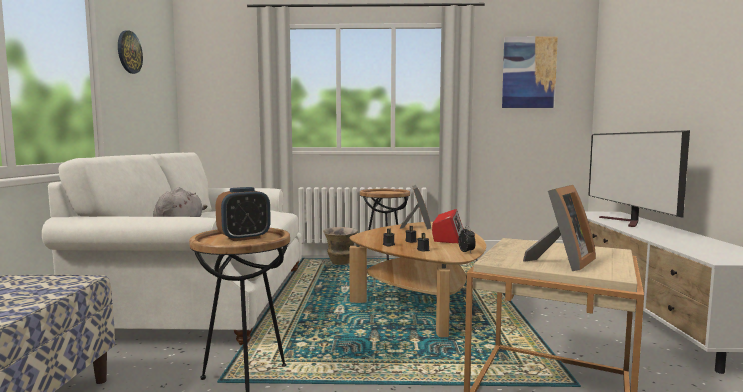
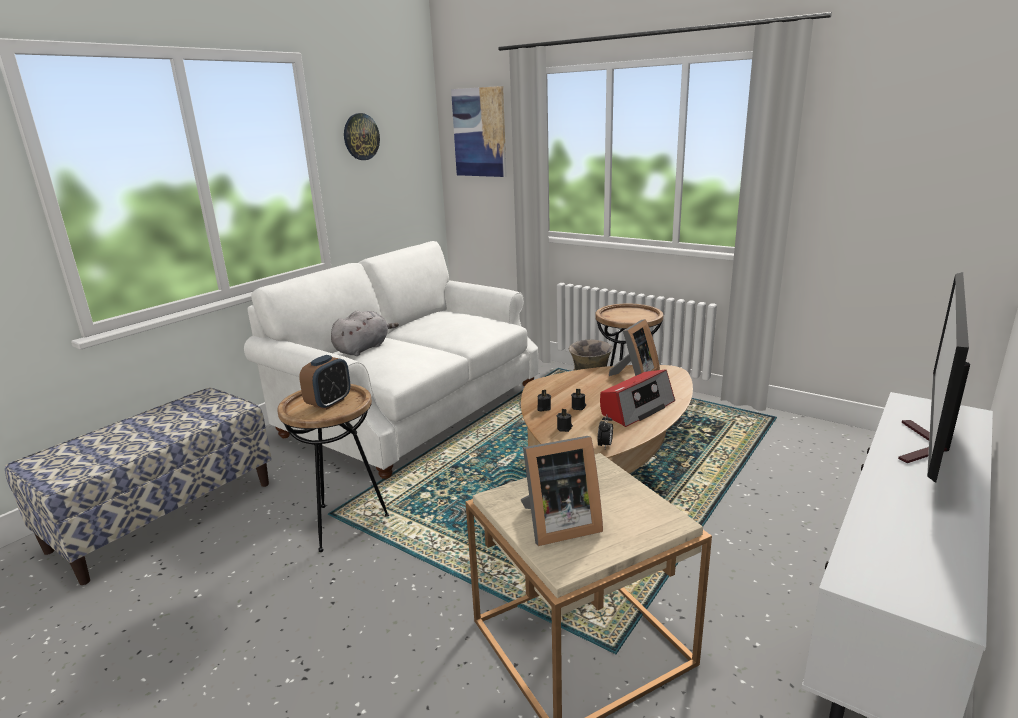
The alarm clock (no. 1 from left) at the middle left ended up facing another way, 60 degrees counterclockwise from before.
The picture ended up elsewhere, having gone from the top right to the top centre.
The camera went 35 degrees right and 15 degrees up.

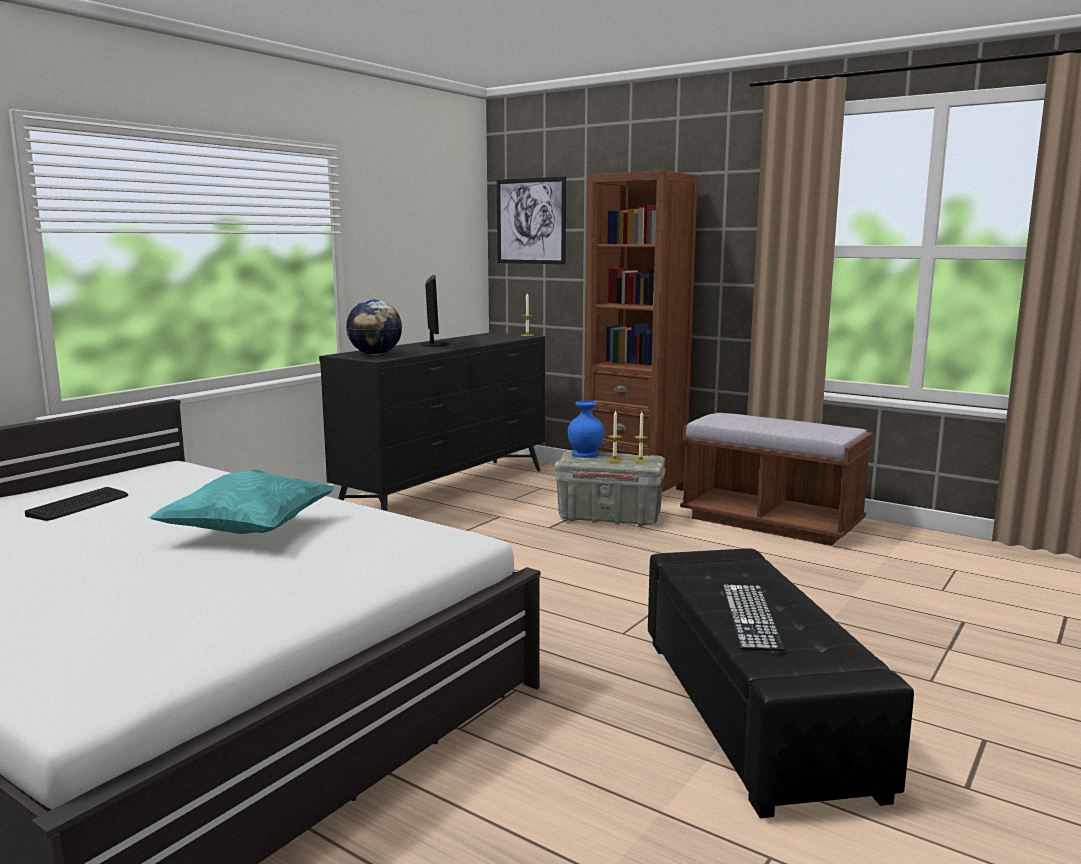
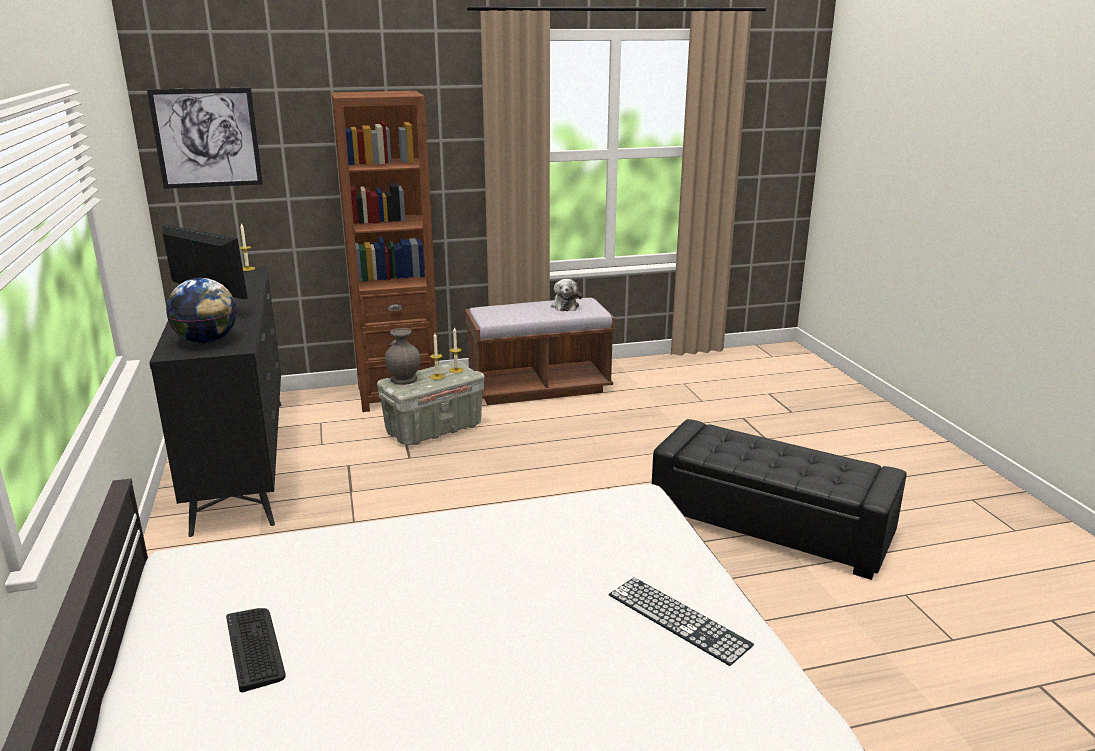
The second view lost the pillow (turquoise) at the middle left.
What was the vase (blue) at the centre turned into the vase (grey) at the centre.
The keyboard (no. 2 from left) ended up elsewhere, having gone from the bottom right to the bottom centre.
The second view gained the plush toy at the centre.
The camera went 50 degrees left and 10 degrees up.

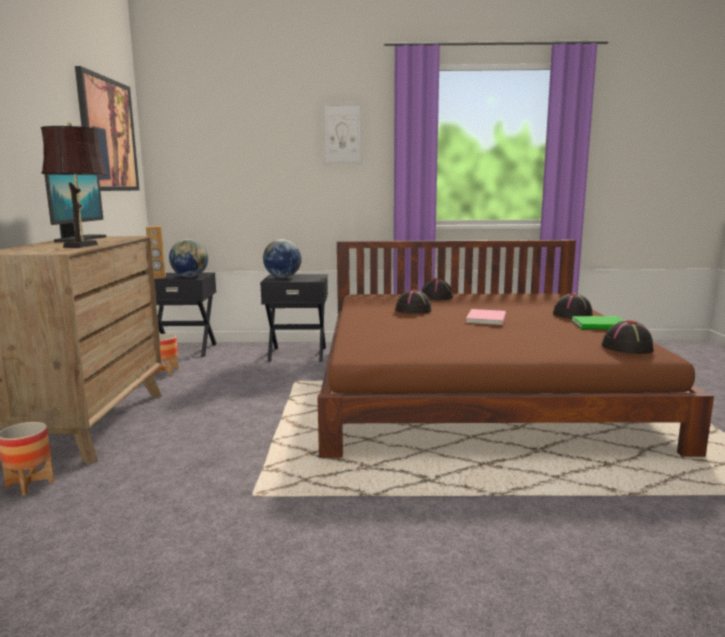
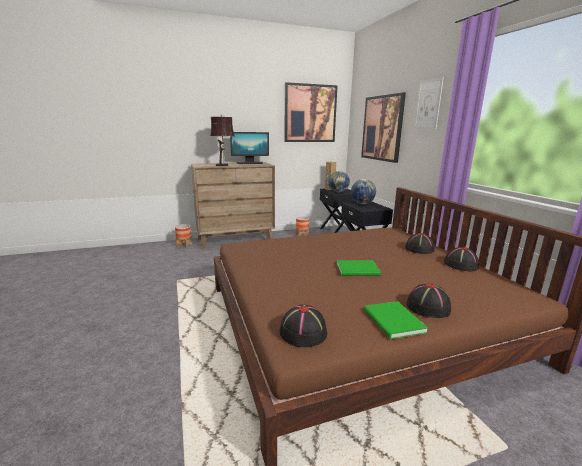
The hat (black) (no. 1 from left in the first image) ended up elsewhere, having gone from the centre to the middle right.
What was the book (pink) at the middle right turned into the book (green) (no. 1 from left) at the centre.
The second view gained the picture (no. 2 from left) at the top centre.
The camera went 70 degrees right and 5 degrees up.

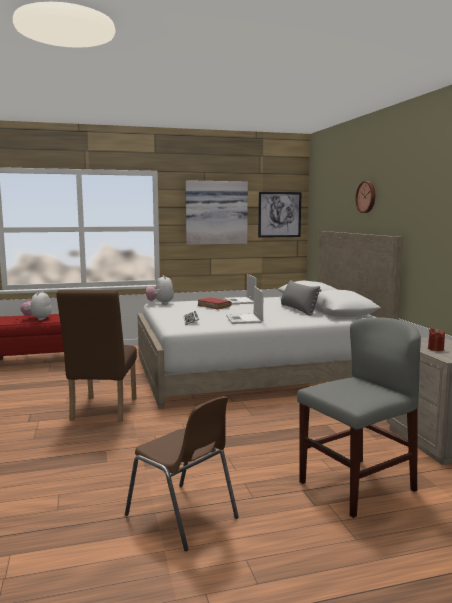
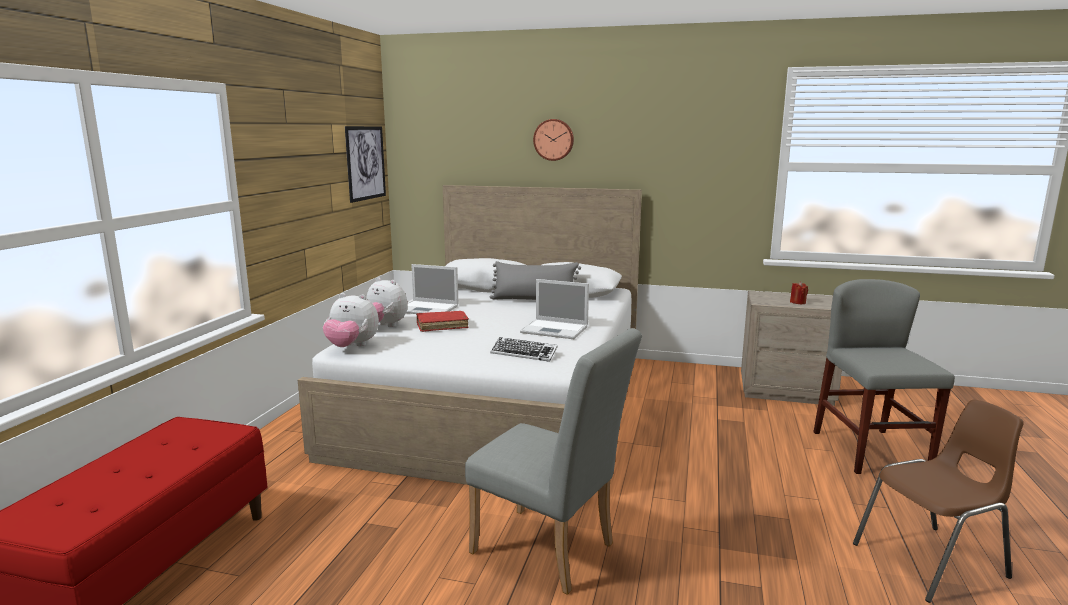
The plush toy (no. 1 from left in the first image) ended up elsewhere, having gone from the middle left to the centre.
What was the chair (brown) (no. 1 from left) at the middle left turned into the chair (grey) (no. 1 from left) at the bottom centre.
The second view lost the picture (no. 1 from left) at the centre.
The camera went 60 degrees left and 5 degrees up.

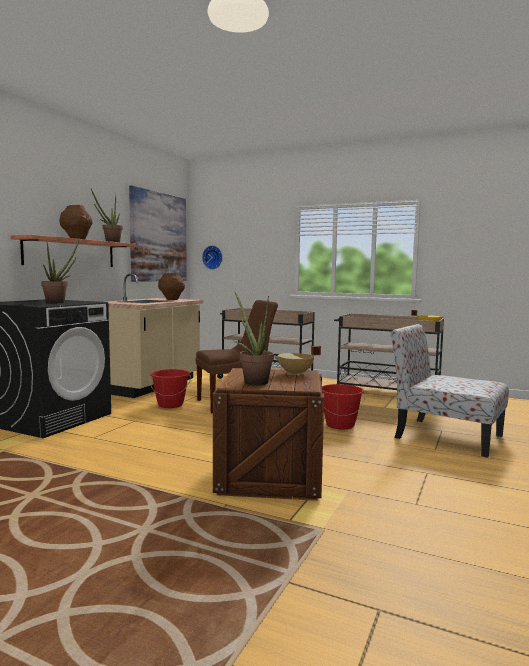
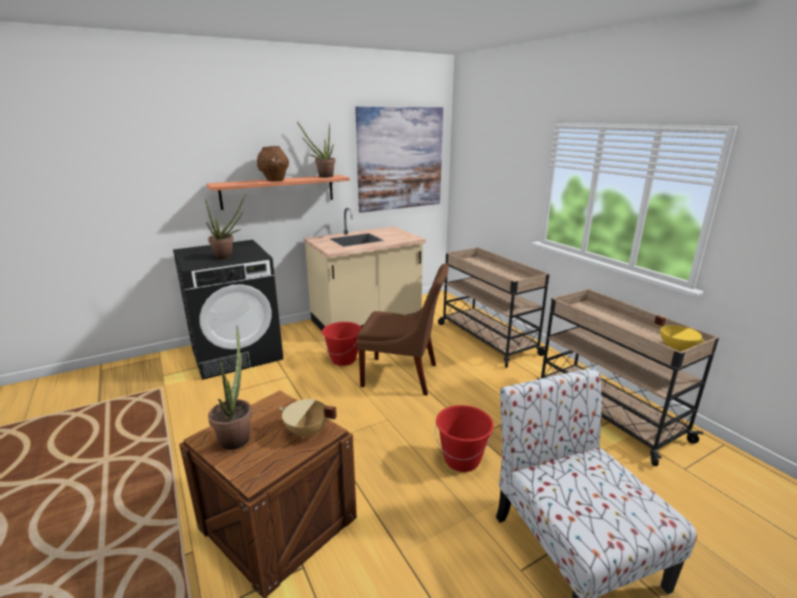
The second view lost the vase (brown) (no. 2 from left) at the middle left.
The second view lost the wall clock at the centre.
The camera went 35 degrees right and 15 degrees up.

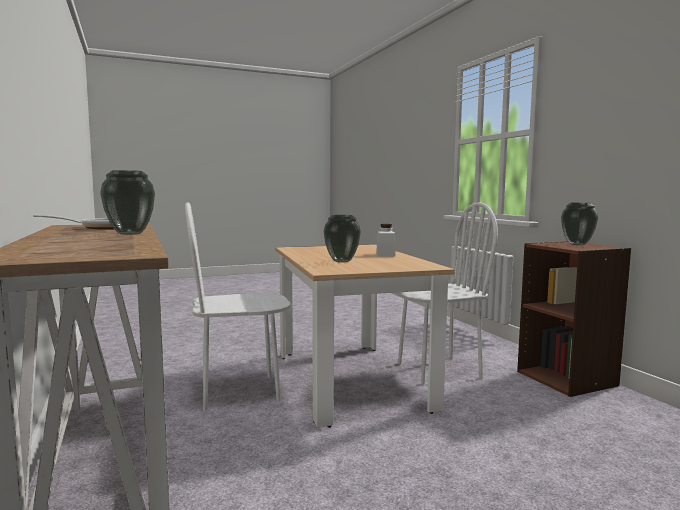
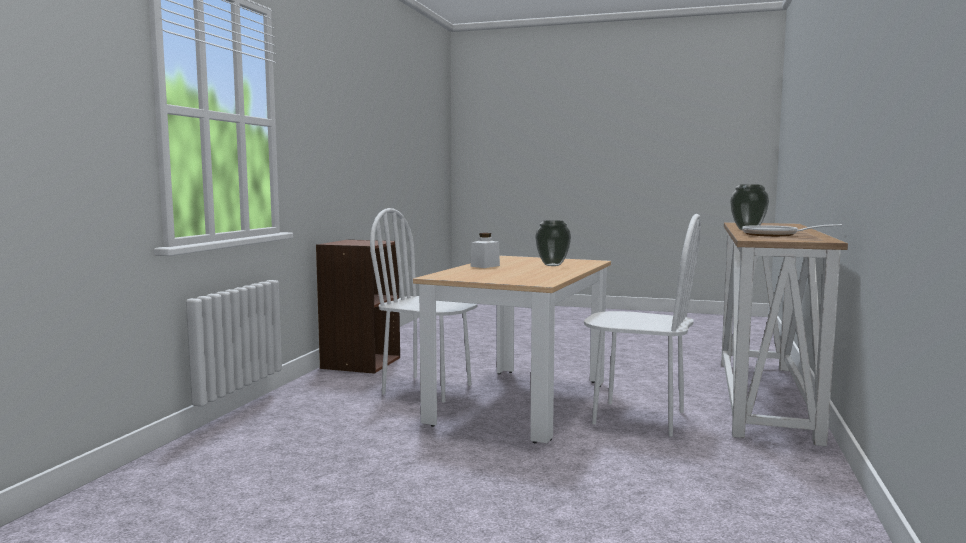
The second view lost the vase (no. 3 from left) at the middle right.
The camera went 140 degrees left and 0 degrees up.

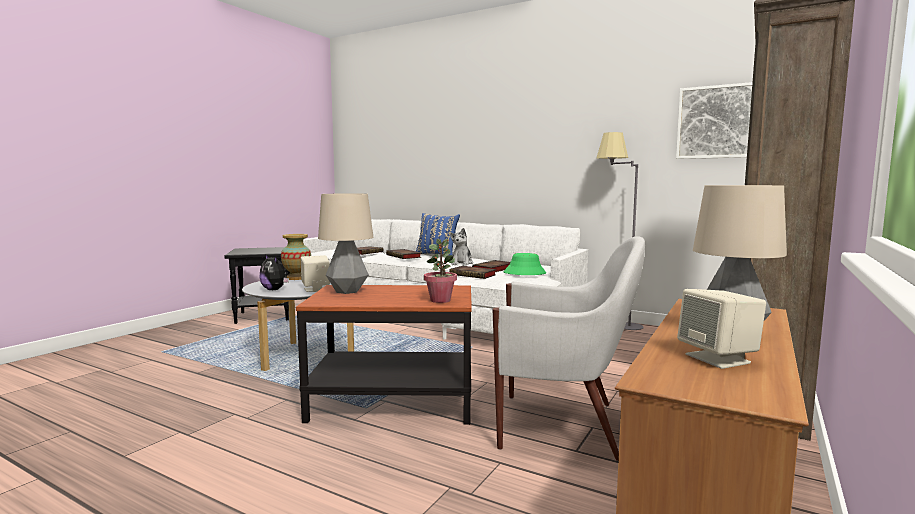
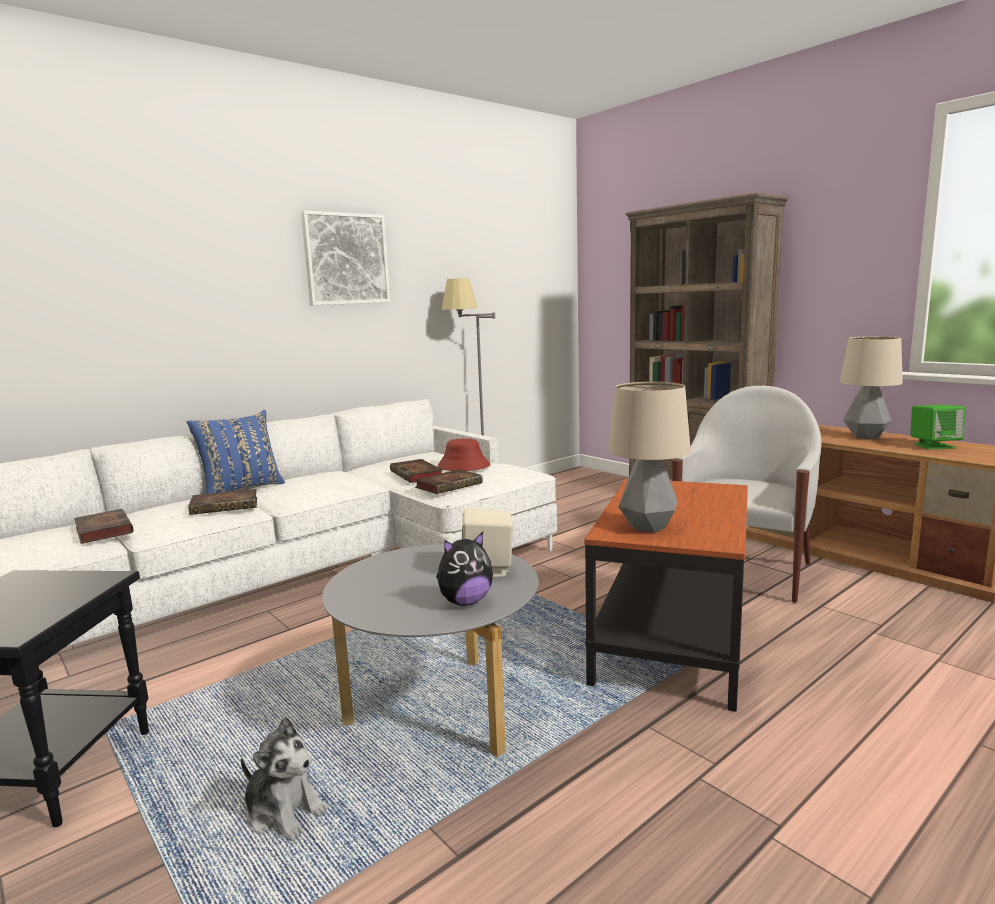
The second view lost the vase at the middle left.
The second view lost the potted plant at the centre.
The plush toy (no. 2 from left in the first image) ended up elsewhere, having gone from the centre to the bottom left.
What was the hat (green) at the centre turned into the hat (red) at the centre.
The picture ended up elsewhere, having gone from the top right to the top centre.
What was the speaker (beige) (no. 2 from left) at the middle right turned into the speaker (green) at the middle right.
The camera went 70 degrees left and 5 degrees up.

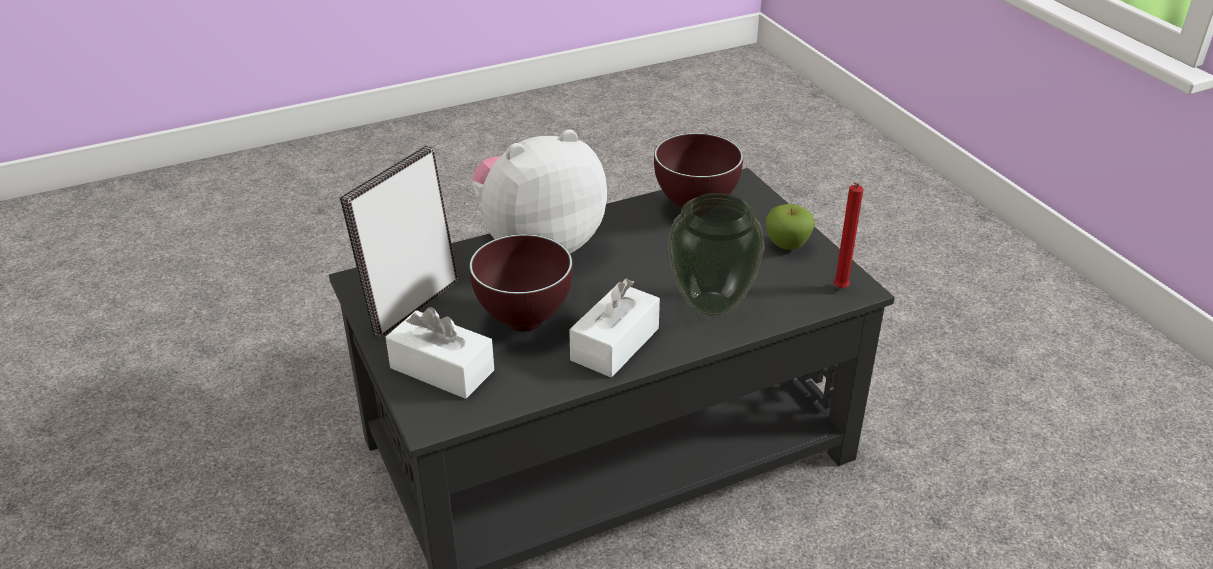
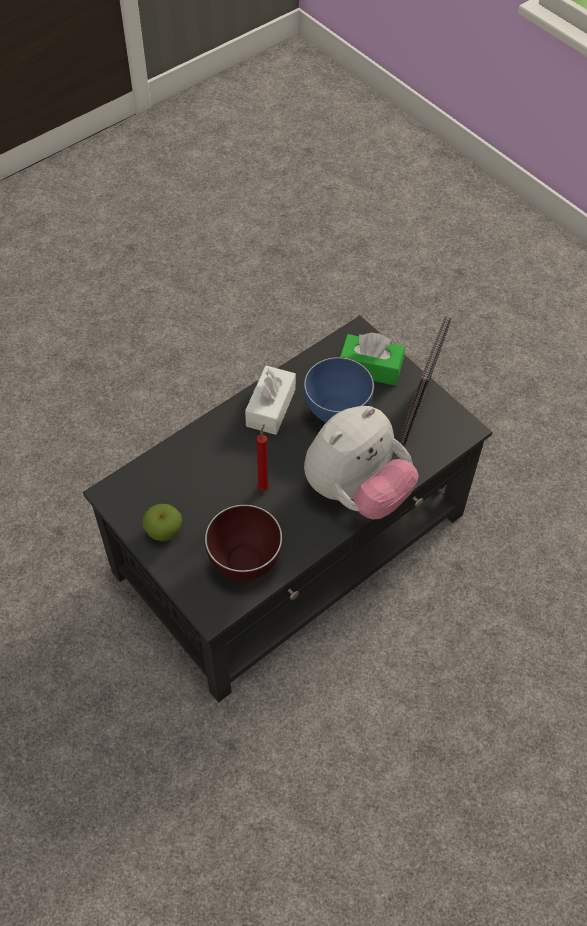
What was the tissue box (white) (no. 1 from left) at the centre turned into the tissue box (green) at the centre.
What was the bowl (brown) (no. 1 from left) at the centre turned into the bowl (blue) at the centre.
The second view lost the vase at the centre.
The candle (red) ended up elsewhere, having gone from the middle right to the centre.
The camera went 165 degrees right and 20 degrees up.

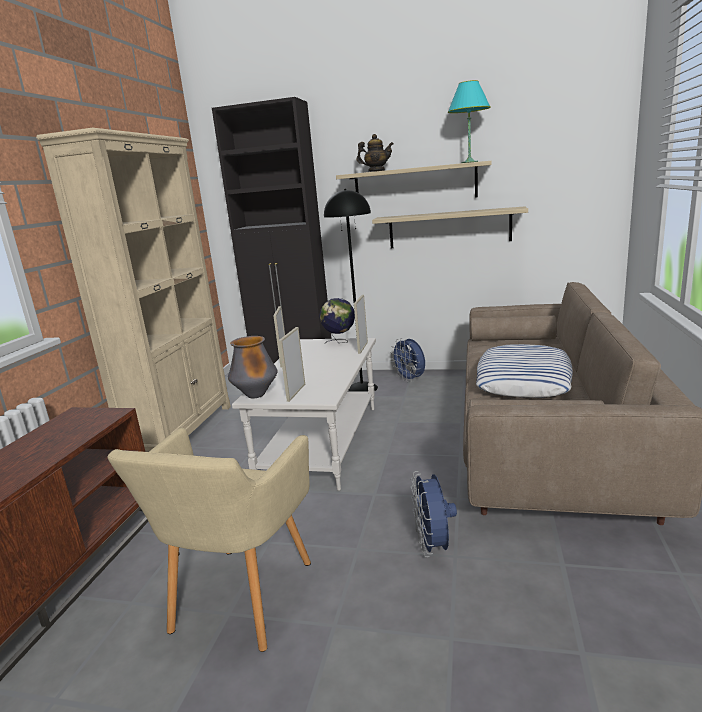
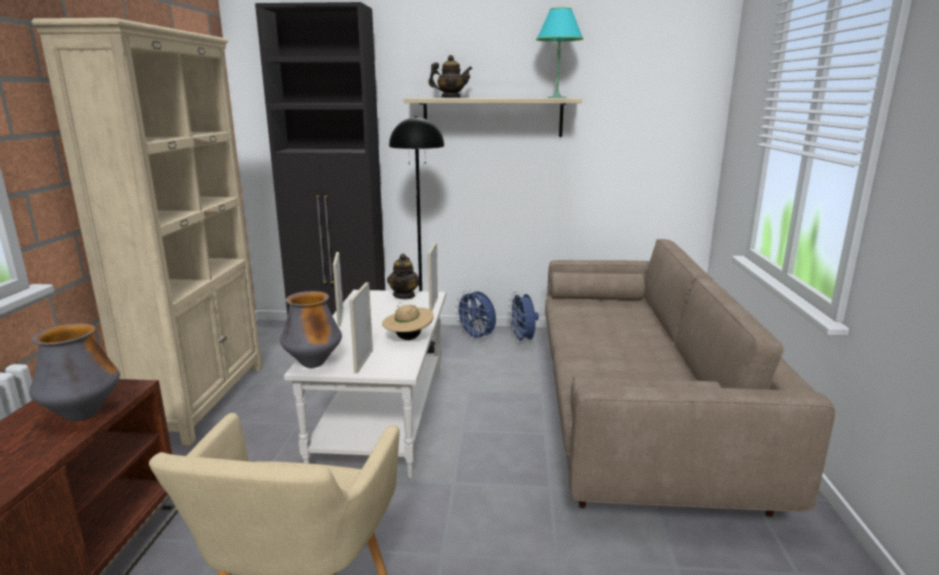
Where the globe stood at the centre, the teapot (no. 1 from left) came to stand at the centre.
The second view lost the shelf (no. 2 from left) at the top centre.
The fan (blue) (no. 2 from left) ended up elsewhere, having gone from the bottom centre to the centre.
The second view lost the pillow at the middle right.
The second view gained the vase (no. 1 from left) at the middle left.
The second view gained the hat (beige) at the centre.
The camera went 10 degrees left and 0 degrees up.

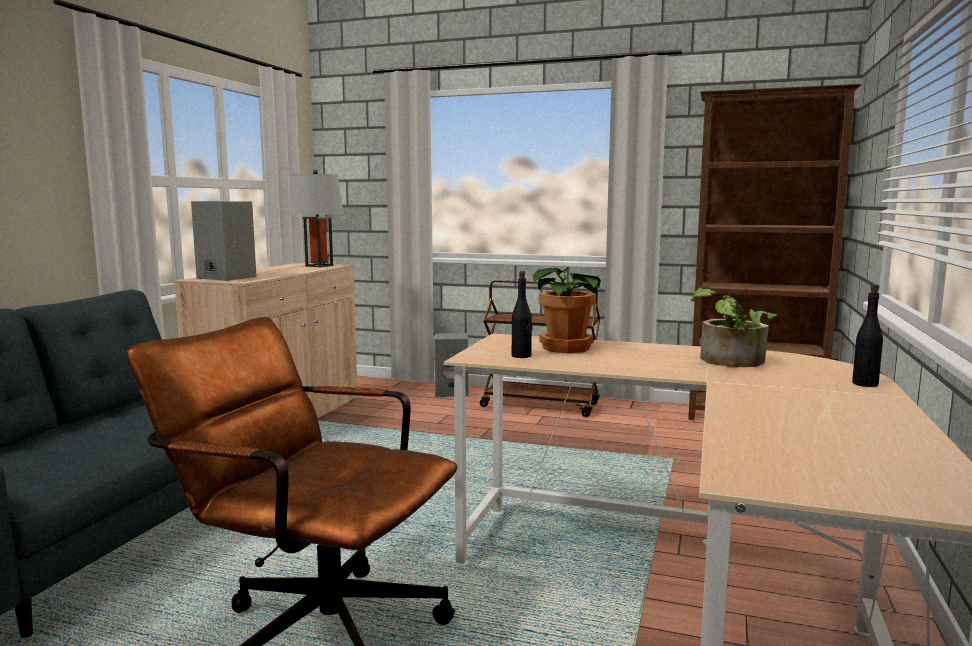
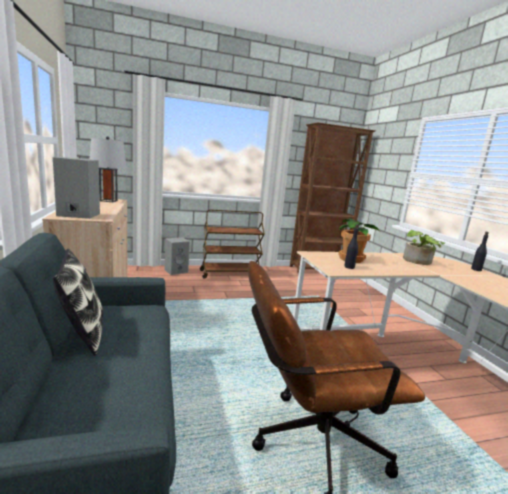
The second view gained the pillow at the middle left.
The camera went 35 degrees left and 5 degrees up.

